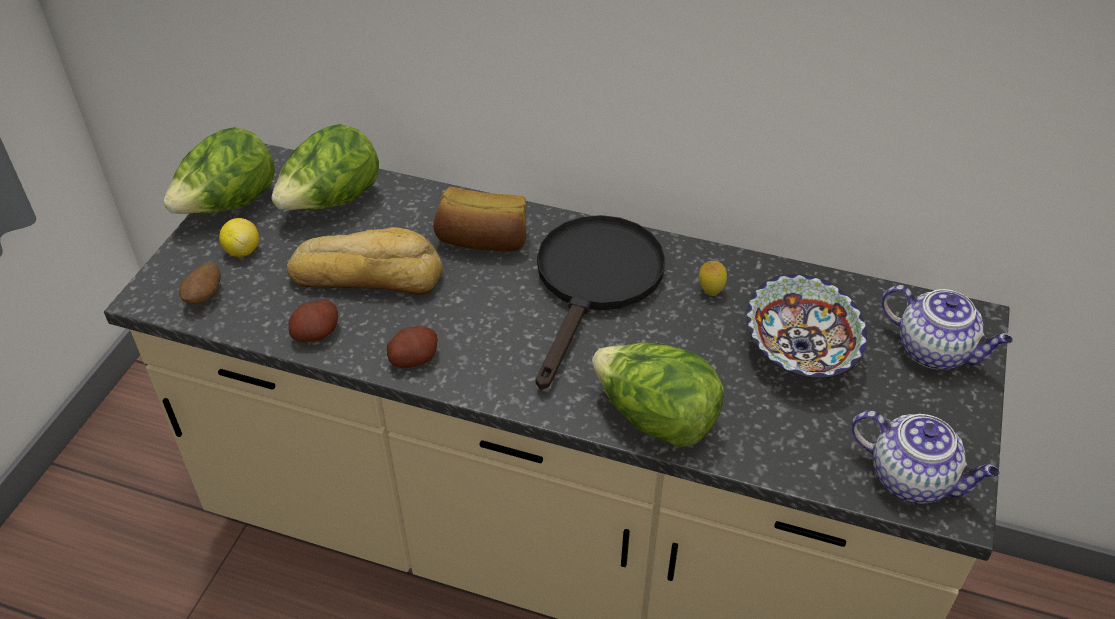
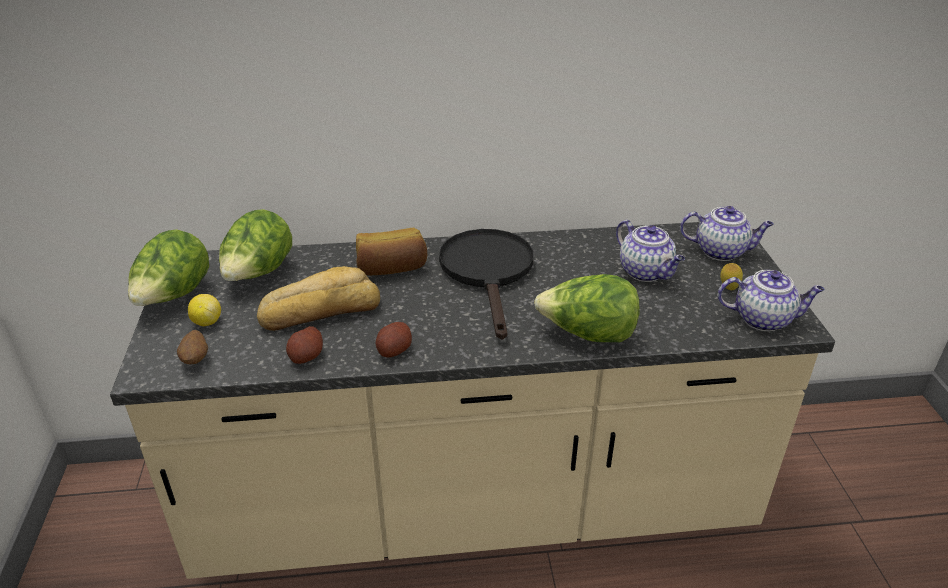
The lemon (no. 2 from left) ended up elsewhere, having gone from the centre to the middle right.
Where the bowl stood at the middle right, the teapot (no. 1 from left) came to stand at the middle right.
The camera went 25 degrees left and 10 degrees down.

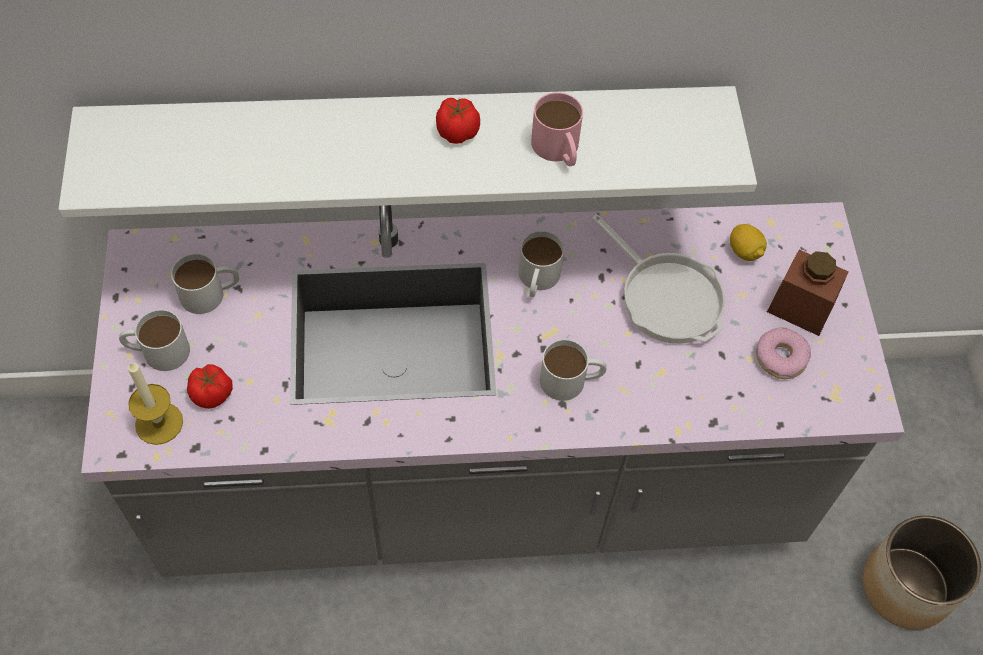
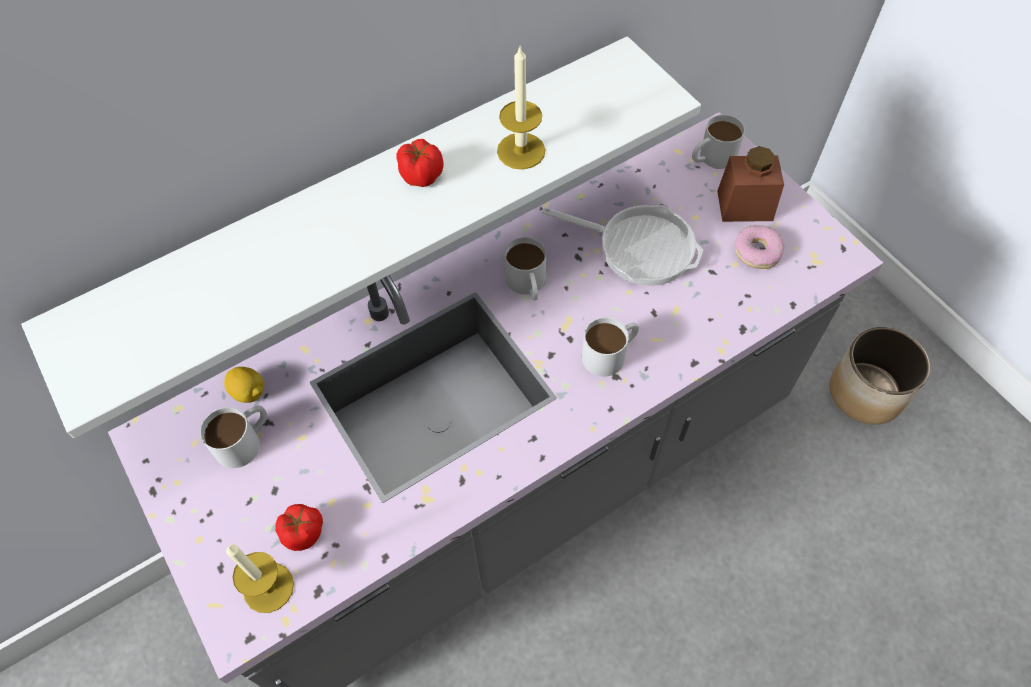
The mug (white) (no. 1 from left in the first image) ended up elsewhere, having gone from the middle left to the top right.
Where the mug (pink) stood at the top centre, the candle (no. 2 from left) came to stand at the top centre.
The lemon ended up elsewhere, having gone from the middle right to the middle left.
The camera went 25 degrees left and 0 degrees up.

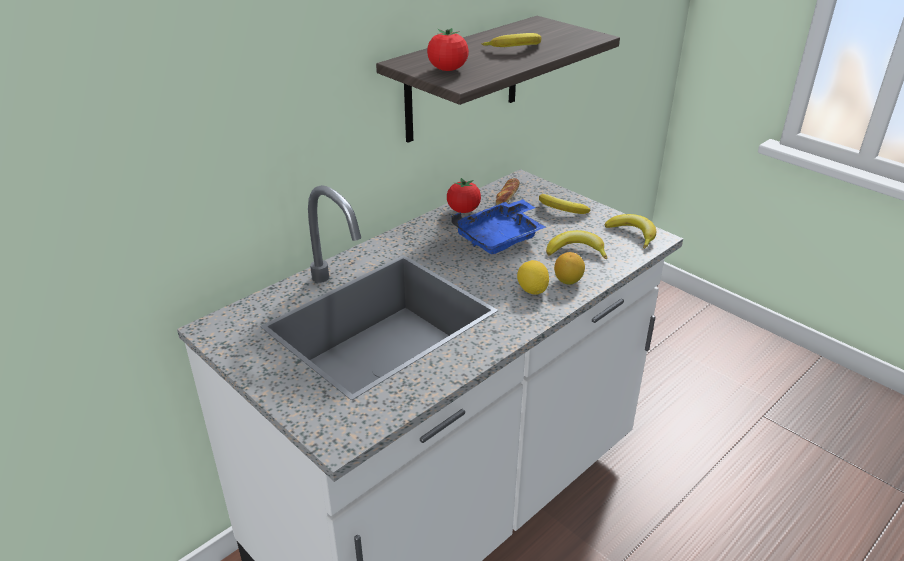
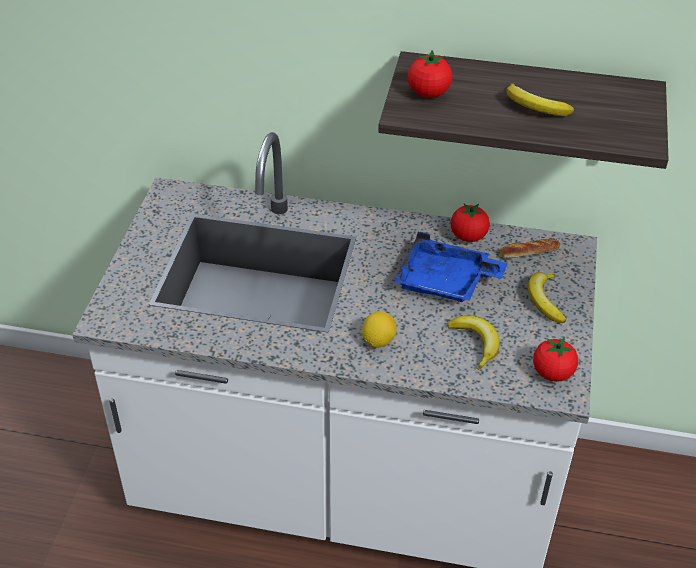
The second view lost the lemon (no. 2 from left) at the centre.
Where the banana (no. 4 from left) stood at the middle right, the tomato (no. 3 from left) came to stand at the middle right.
The camera went 55 degrees right and 10 degrees up.

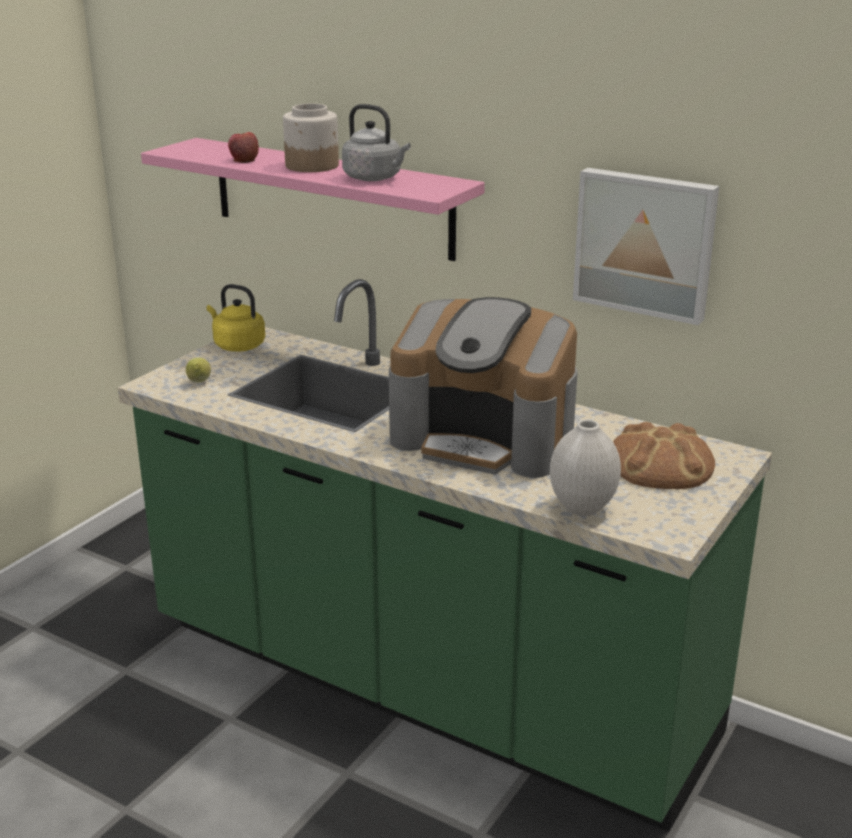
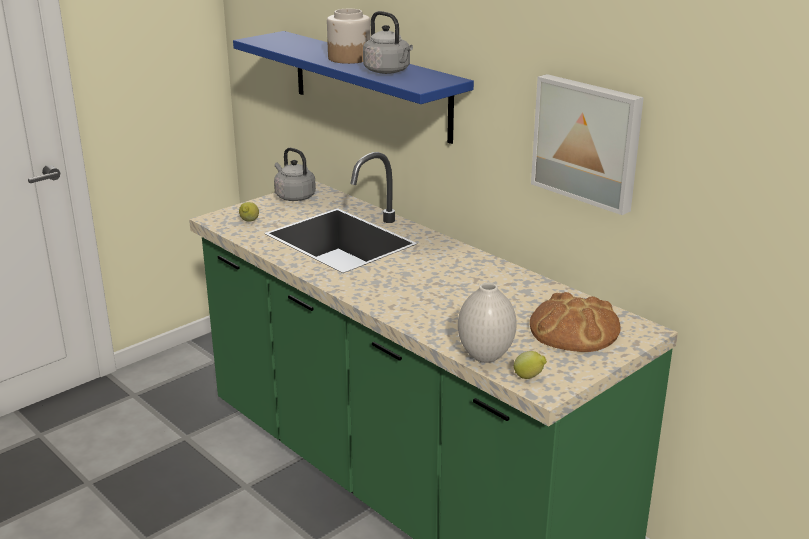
What was the shelf (pink) at the top centre turned into the shelf (blue) at the top centre.
What was the kettle (yellow) at the middle left turned into the kettle (grey) (no. 1 from left) at the top centre.
The second view lost the apple at the top left.
The second view lost the coffee machine at the centre.
The second view gained the lemon (no. 2 from left) at the bottom centre.
The camera went 15 degrees right and 0 degrees up.

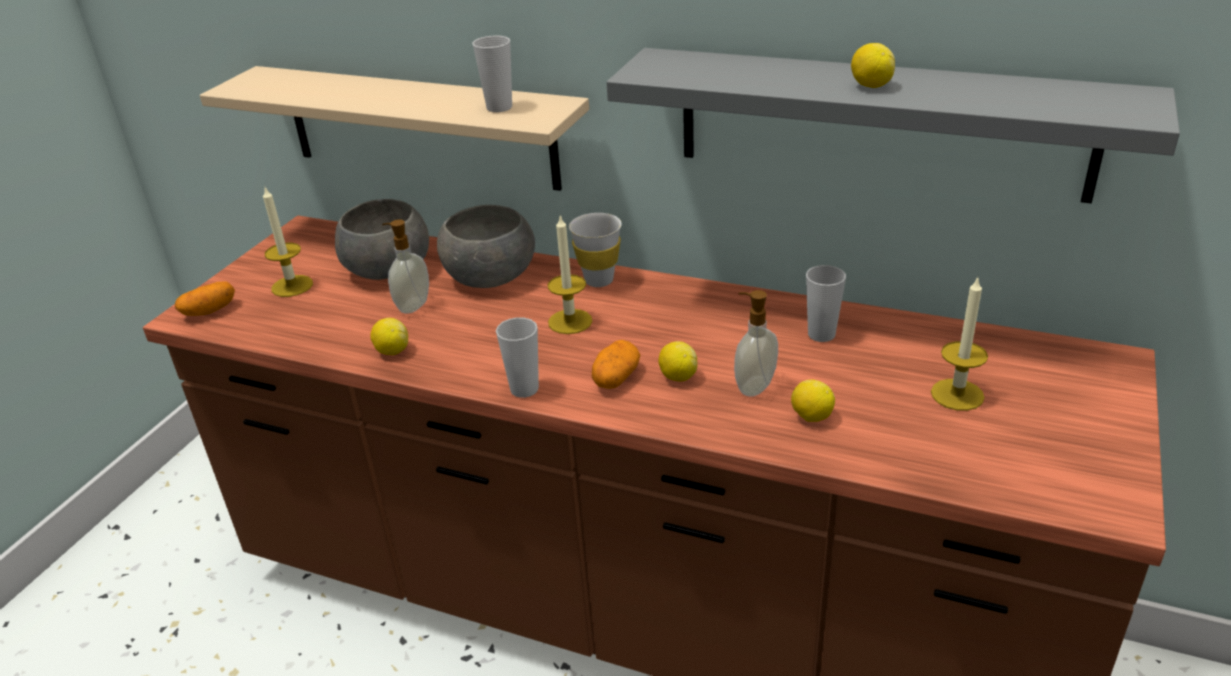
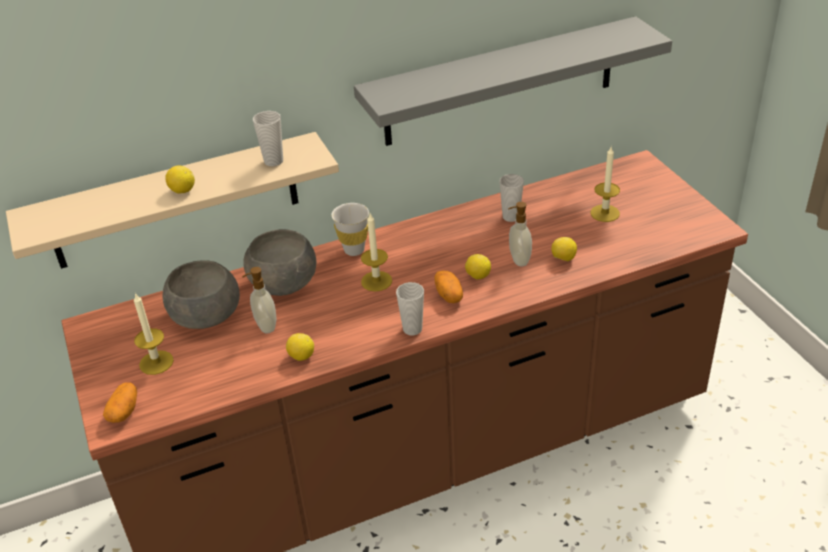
The lemon (no. 4 from left in the first image) ended up elsewhere, having gone from the top right to the top left.
The camera went 45 degrees left and 5 degrees up.

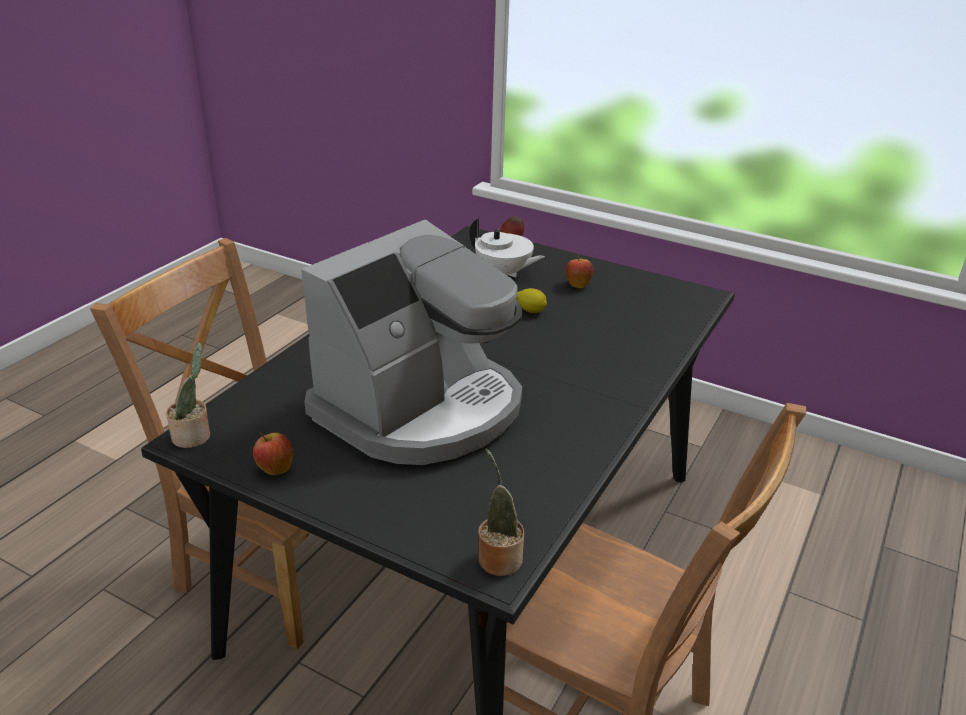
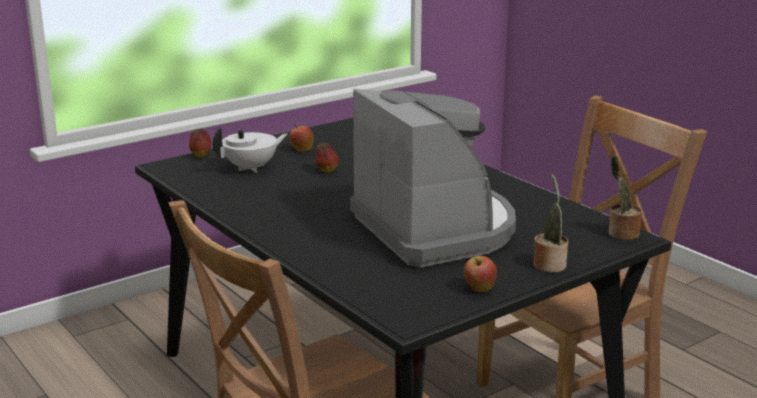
The potted plant (no. 1 from left) ended up elsewhere, having gone from the middle left to the middle right.
Where the lemon stood at the centre, the apple (no. 3 from left) came to stand at the centre.
The camera went 65 degrees left and 10 degrees down.

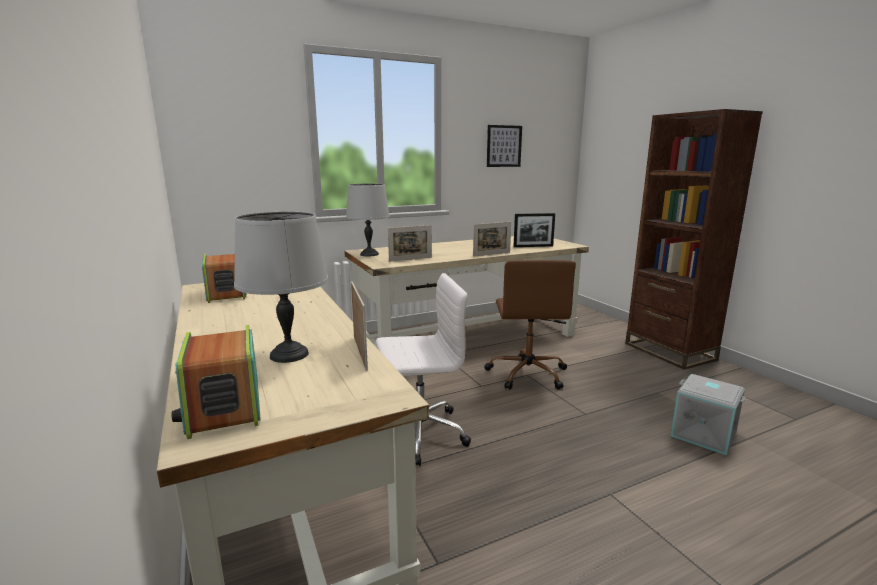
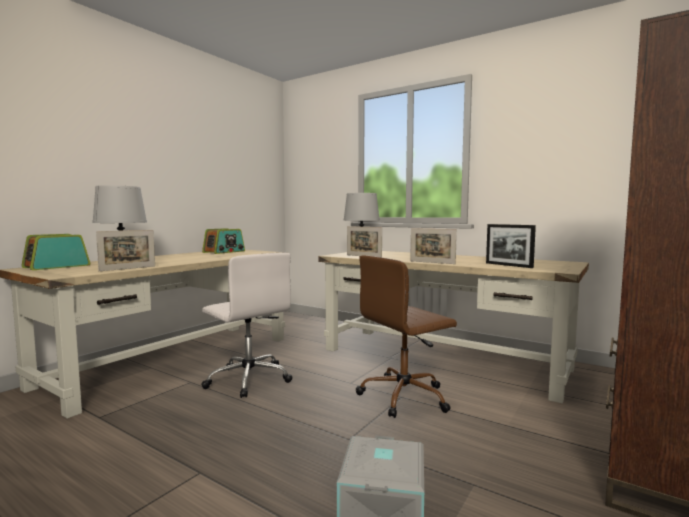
The second view lost the picture at the top centre.
The camera went 60 degrees right and 10 degrees down.

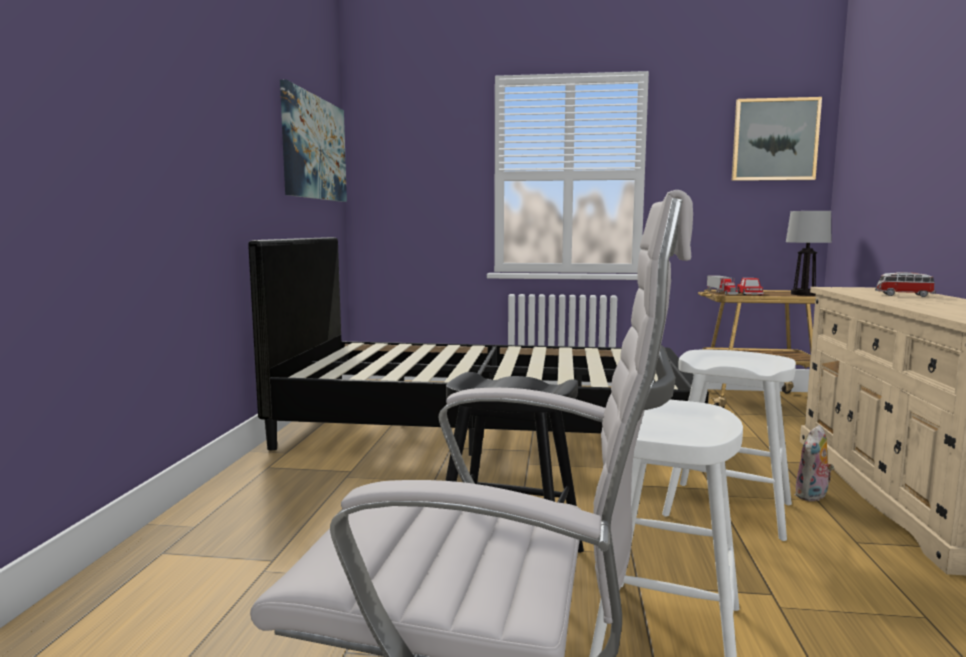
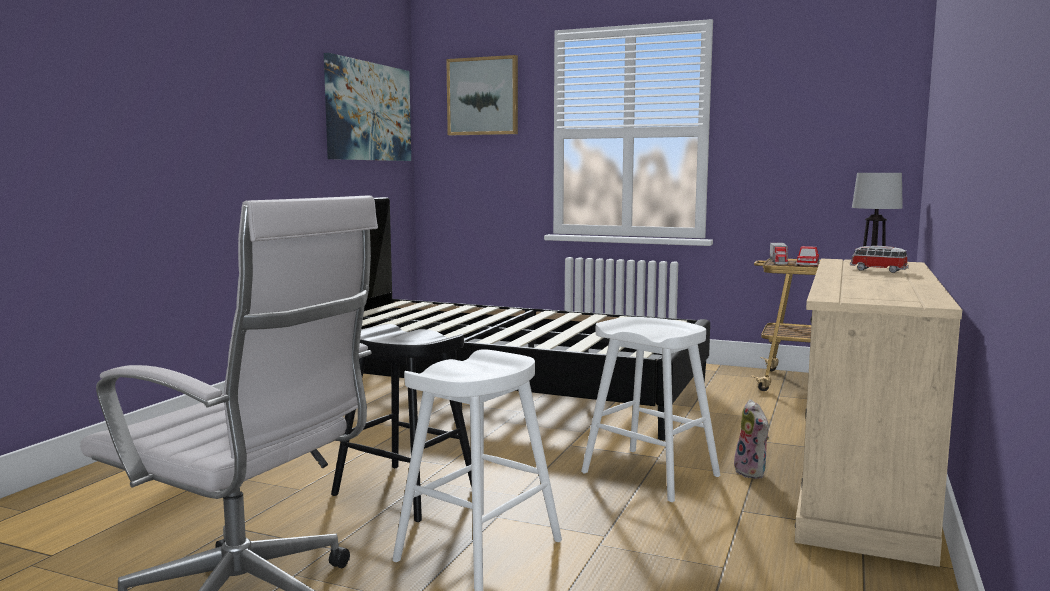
The picture (no. 2 from left) ended up elsewhere, having gone from the top right to the top centre.
The plush toy at the bottom right ended up facing another way, 75 degrees counterclockwise from before.
The camera went 15 degrees right and 0 degrees up.

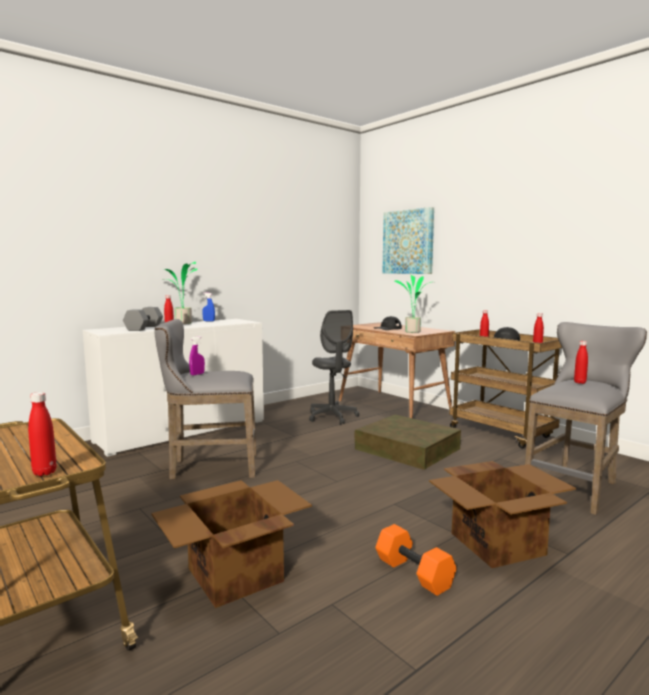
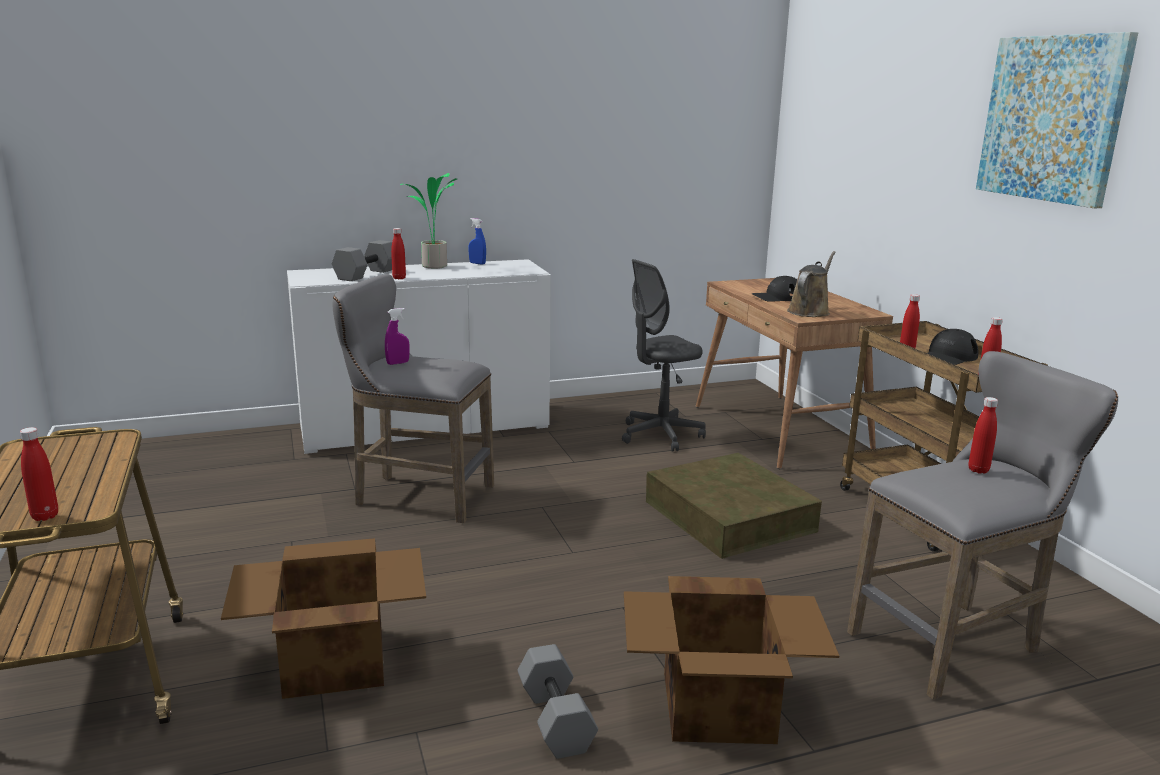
The office chair (grey) at the centre ended up facing another way, 60 degrees clockwise from before.
What was the dumbbell (orange) at the bottom centre turned into the dumbbell (grey) (no. 2 from left) at the bottom centre.
The picture ended up elsewhere, having gone from the centre to the top right.
Where the potted plant (no. 2 from left) stood at the centre, the watering can (brown) came to stand at the middle right.
The camera went 20 degrees right and 10 degrees up.

